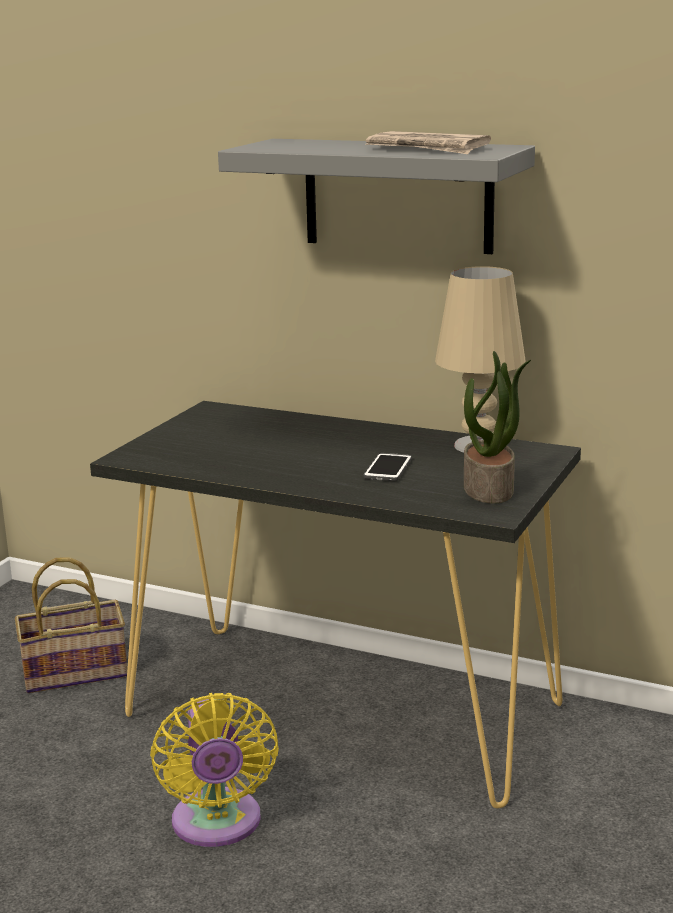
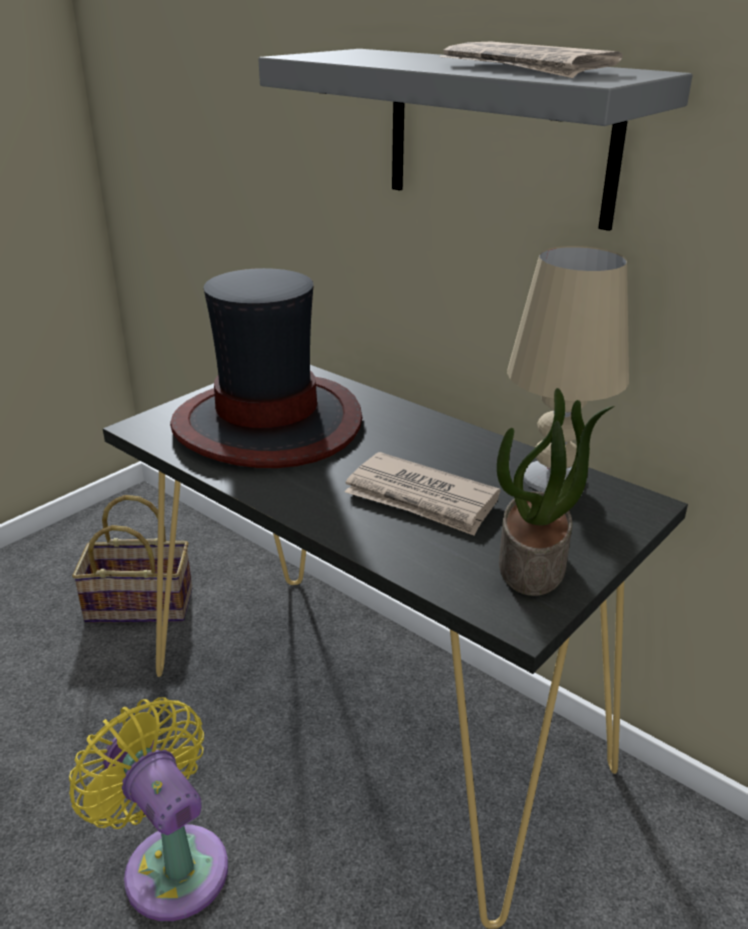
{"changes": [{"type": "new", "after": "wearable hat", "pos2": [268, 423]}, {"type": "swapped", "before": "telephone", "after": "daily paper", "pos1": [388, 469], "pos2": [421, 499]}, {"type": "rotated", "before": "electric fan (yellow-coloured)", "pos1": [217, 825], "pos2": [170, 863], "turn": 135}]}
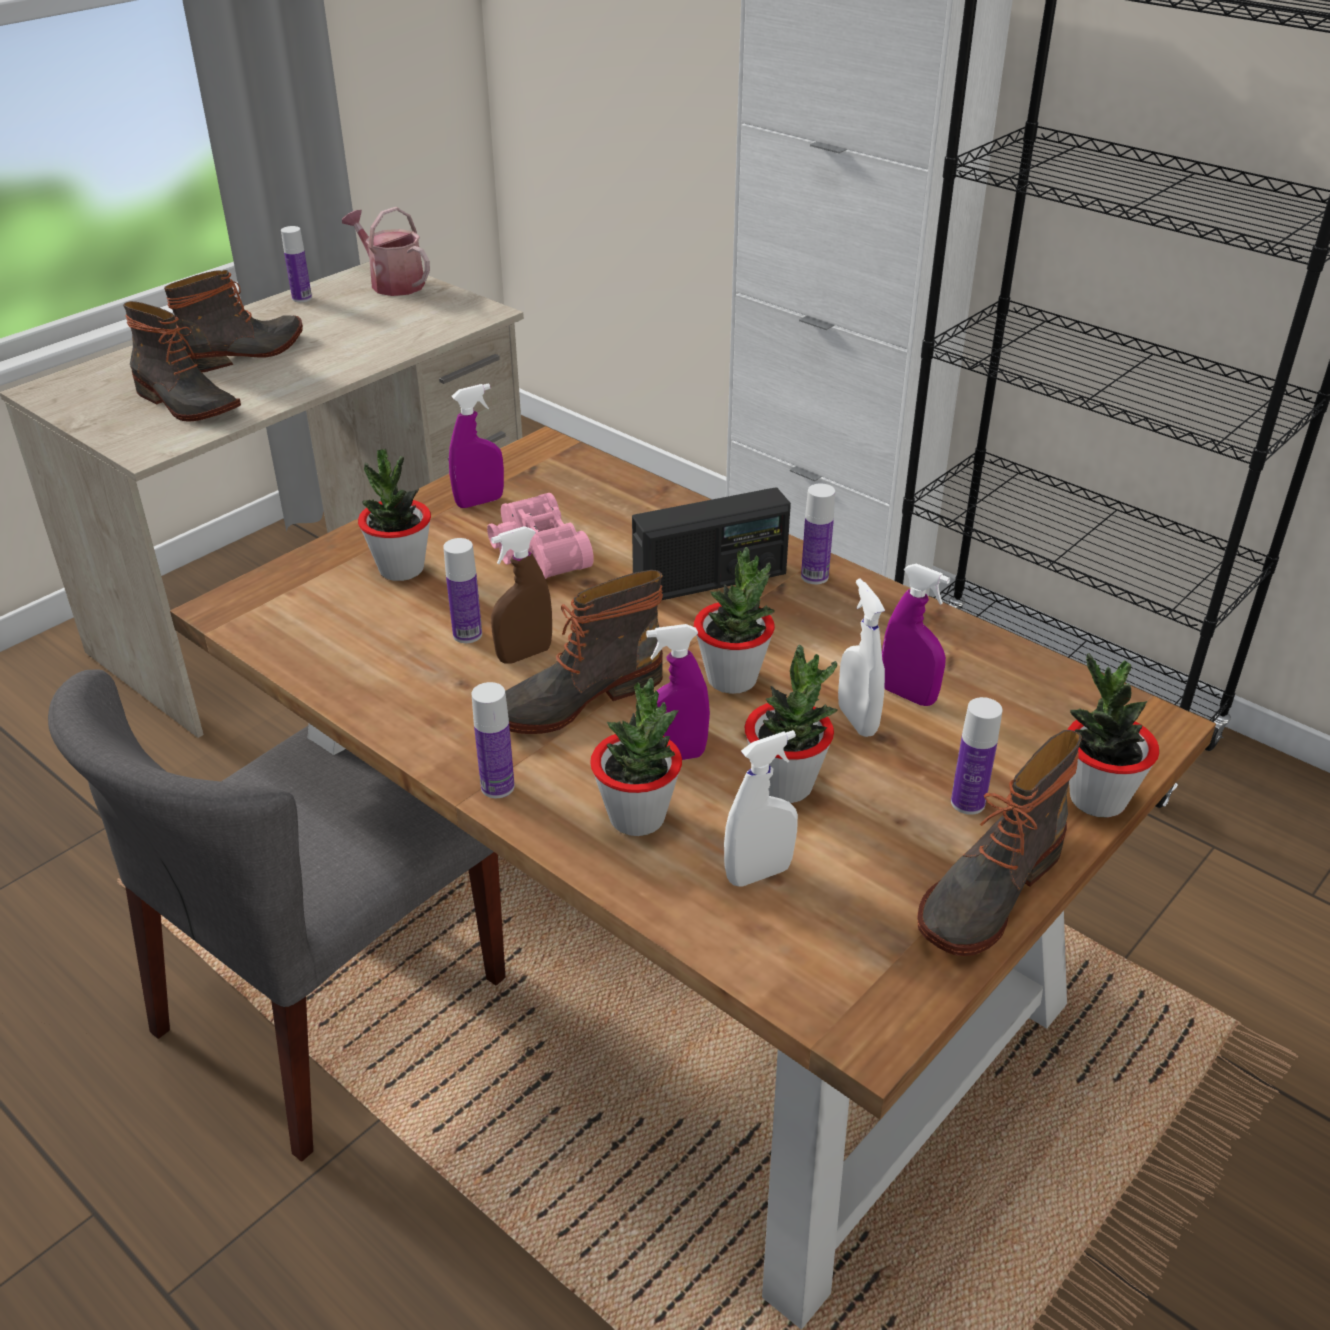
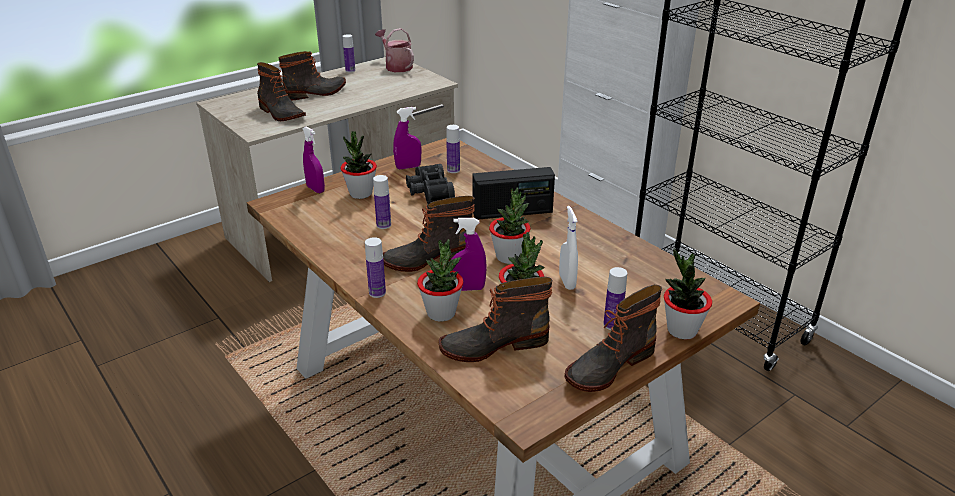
{"changes": [{"type": "gone", "before": "upright chair (grey)", "pos1": [330, 1008]}, {"type": "gone", "before": "spray bottle (brownish)", "pos1": [524, 654]}, {"type": "shifted", "before": "drink bottle", "pos1": [814, 576], "pos2": [453, 170]}, {"type": "shifted", "before": "spray bottle (purplish)", "pos1": [908, 695], "pos2": [315, 189]}, {"type": "swapped", "before": "spray bottle (whitish)", "after": "high-top boot", "pos1": [758, 873], "pos2": [493, 344]}, {"type": "repainted", "before": "field glasses (pink)", "after": "field glasses (black)", "pos1": [535, 553], "pos2": [428, 192]}]}
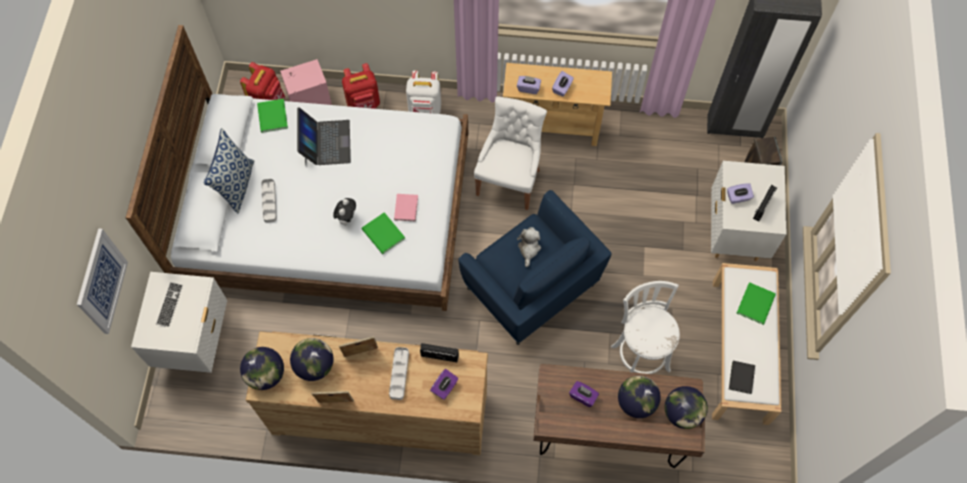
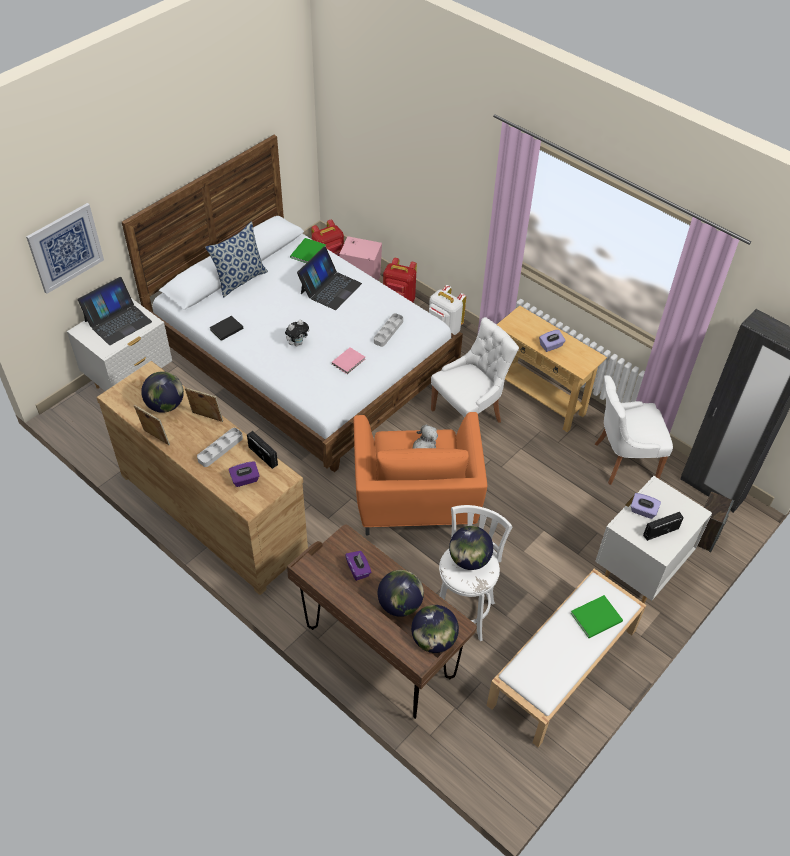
{"changes": [{"type": "gone", "before": "bound book (green)", "pos1": [383, 235]}, {"type": "gone", "before": "tissue box (purplish)", "pos1": [528, 88]}, {"type": "new", "after": "upright chair (whitish)", "pos2": [622, 461]}, {"type": "shifted", "before": "globe", "pos1": [266, 375], "pos2": [469, 559]}, {"type": "shifted", "before": "carrying tray (grey)", "pos1": [269, 201], "pos2": [388, 331]}, {"type": "shifted", "before": "bound book (black)", "pos1": [741, 378], "pos2": [225, 329]}, {"type": "swapped", "before": "keyboard", "after": "portable computer", "pos1": [170, 305], "pos2": [118, 321]}, {"type": "repainted", "before": "easy chair (bluish)", "after": "easy chair (orange-coloured)", "pos1": [531, 289], "pos2": [415, 502]}]}
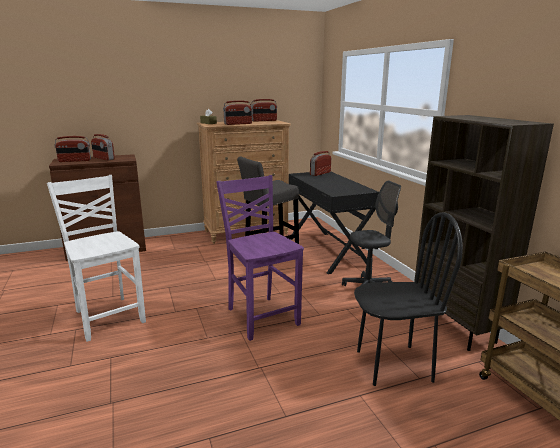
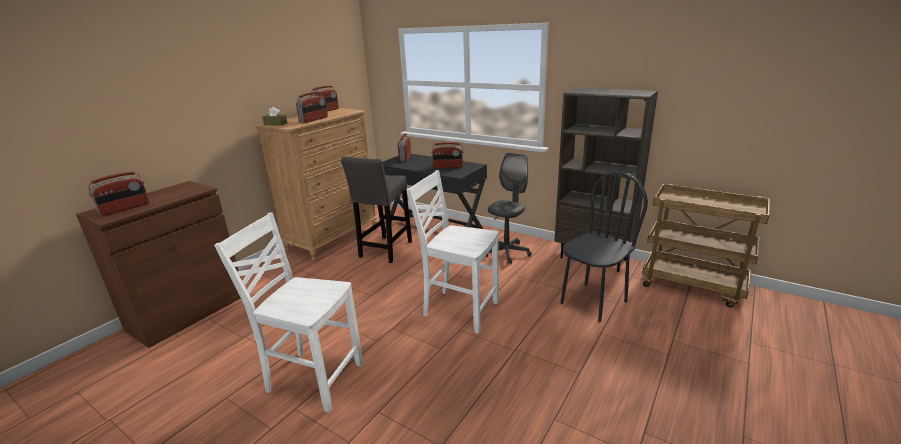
{"changes": [{"type": "shifted", "before": "radio", "pos1": [103, 158], "pos2": [448, 166]}, {"type": "repainted", "before": "upright chair (purplish)", "after": "upright chair (whitish)", "pos1": [261, 316], "pos2": [459, 309]}]}
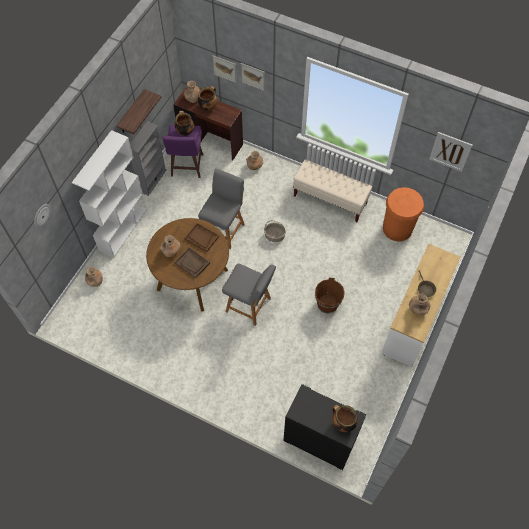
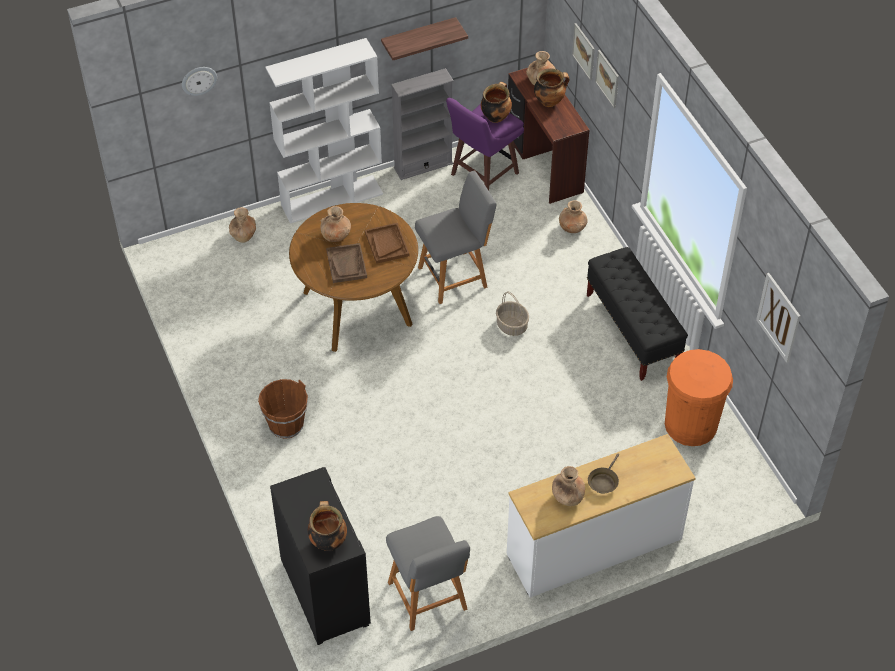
{"changes": [{"type": "shifted", "before": "upright chair (grey)", "pos1": [249, 305], "pos2": [428, 598]}, {"type": "shifted", "before": "bucket (brownish)", "pos1": [327, 304], "pos2": [286, 424]}, {"type": "repainted", "before": "long seat (beige)", "after": "long seat (black)", "pos1": [330, 200], "pos2": [632, 330]}]}
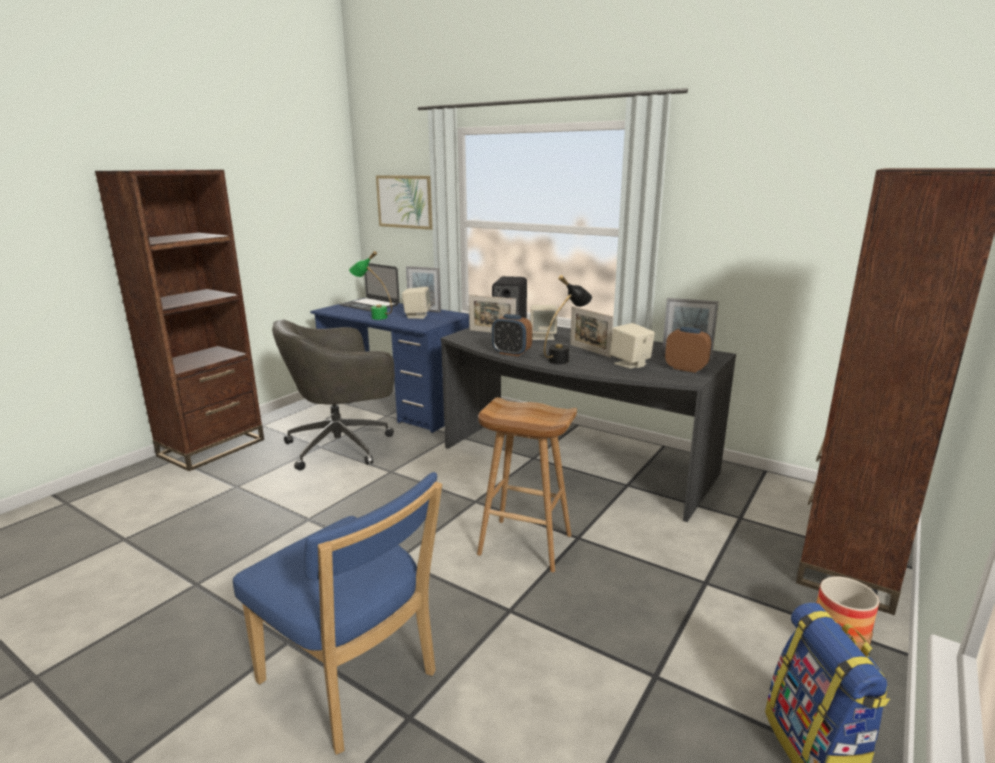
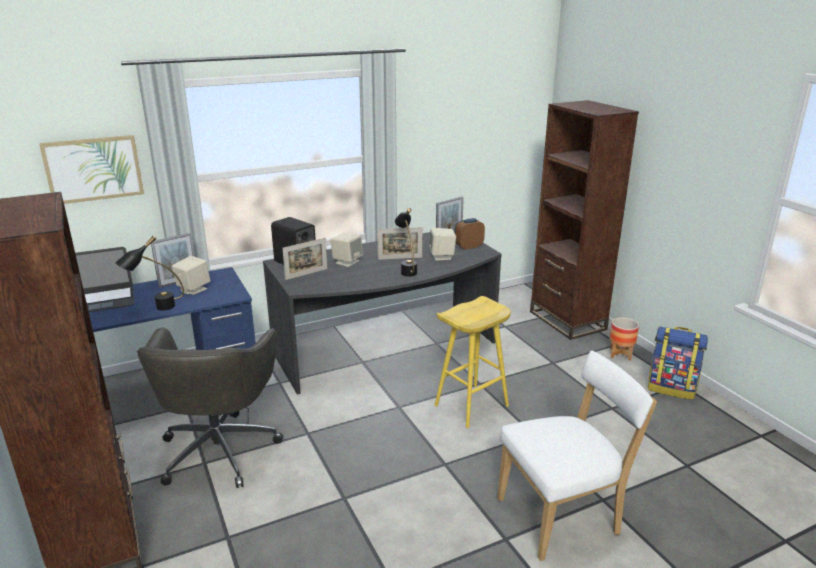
{"changes": [{"type": "gone", "before": "alarm clock", "pos1": [511, 353]}, {"type": "repainted", "before": "upright chair (bluish)", "after": "upright chair (whitish)", "pos1": [353, 682], "pos2": [563, 515]}, {"type": "repainted", "before": "tabletop lamp (green)", "after": "tabletop lamp (black)", "pos1": [373, 316], "pos2": [156, 308]}, {"type": "repainted", "before": "stool seat (brownish)", "after": "stool seat (yellow-coloured)", "pos1": [523, 545], "pos2": [471, 406]}]}
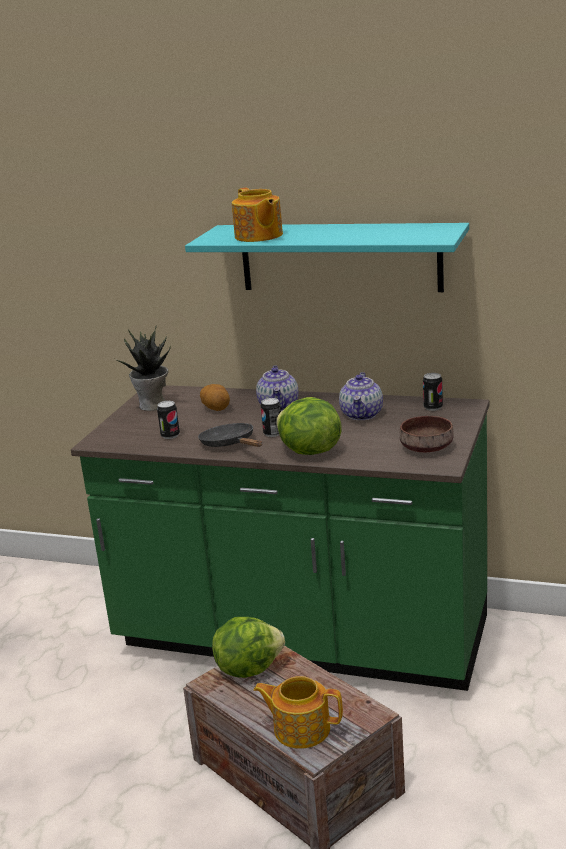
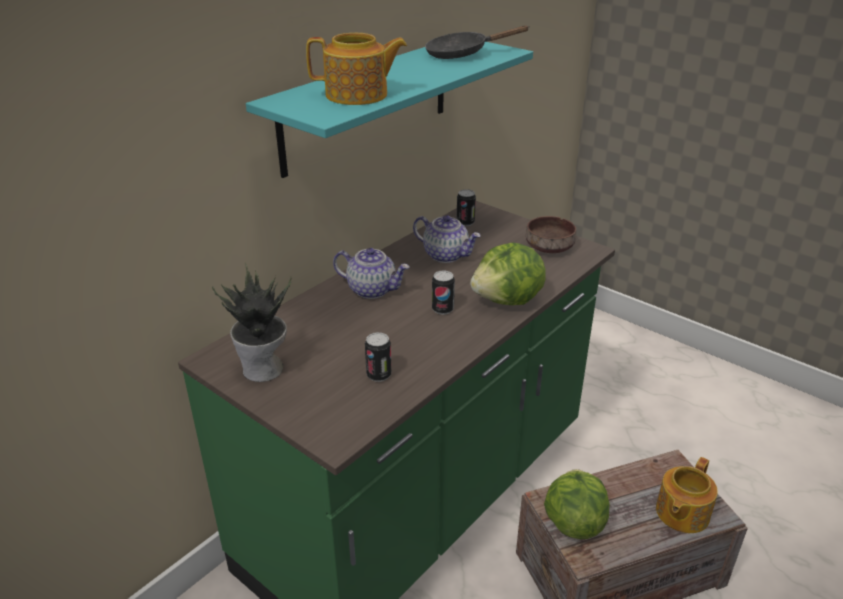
{"changes": [{"type": "gone", "before": "whole potato", "pos1": [216, 409]}, {"type": "shifted", "before": "frying pan (black)", "pos1": [230, 444], "pos2": [462, 54]}]}
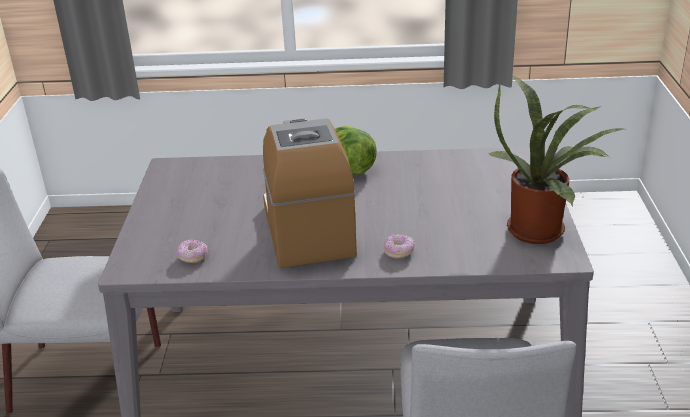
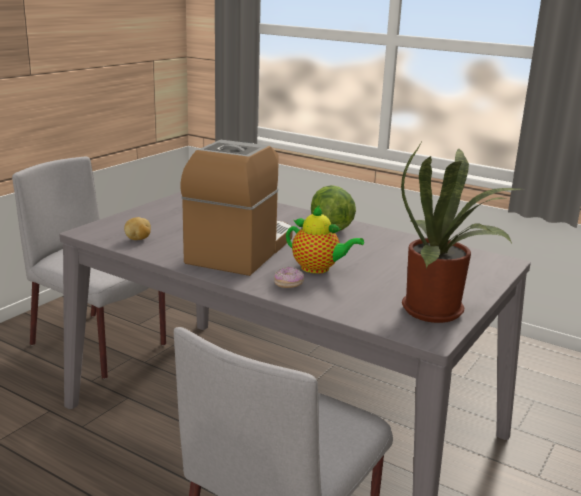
{"changes": [{"type": "new", "after": "teapot", "pos2": [318, 269]}, {"type": "swapped", "before": "doughnut", "after": "whole potato", "pos1": [193, 257], "pos2": [138, 239]}]}
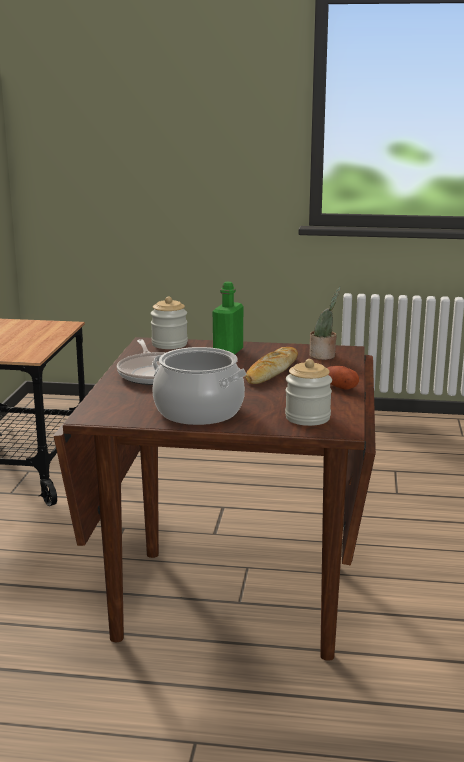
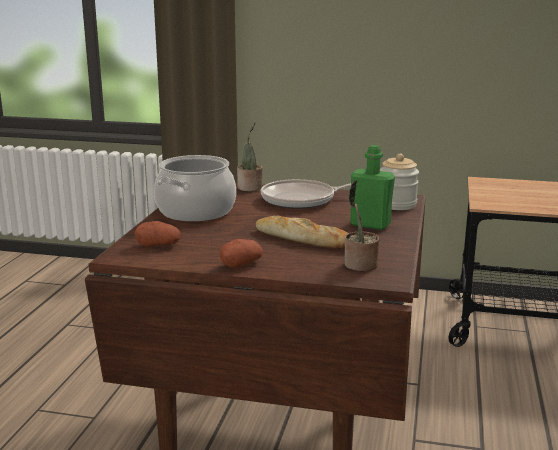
{"changes": [{"type": "new", "after": "potted plant", "pos2": [250, 188]}, {"type": "swapped", "before": "jar", "after": "whole potato", "pos1": [307, 418], "pos2": [158, 245]}]}
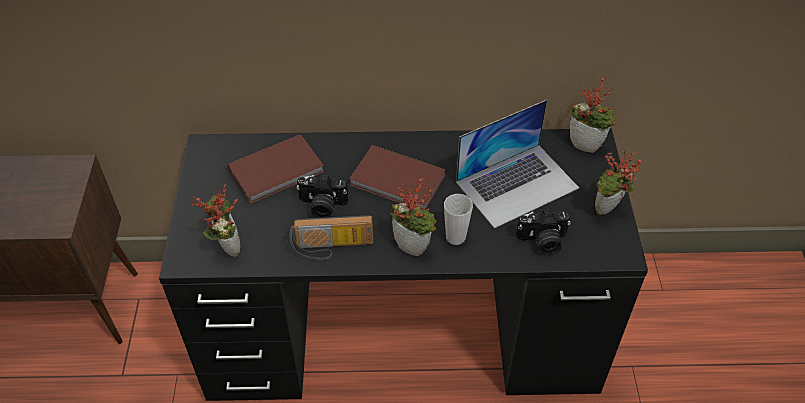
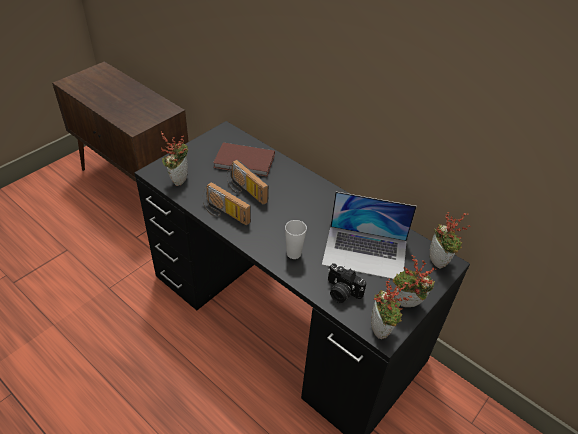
{"changes": [{"type": "gone", "before": "bound book (brownish)", "pos1": [398, 182]}, {"type": "shifted", "before": "potted plant", "pos1": [414, 246], "pos2": [382, 330]}, {"type": "swapped", "before": "still camera", "after": "radio", "pos1": [322, 206], "pos2": [244, 191]}]}
